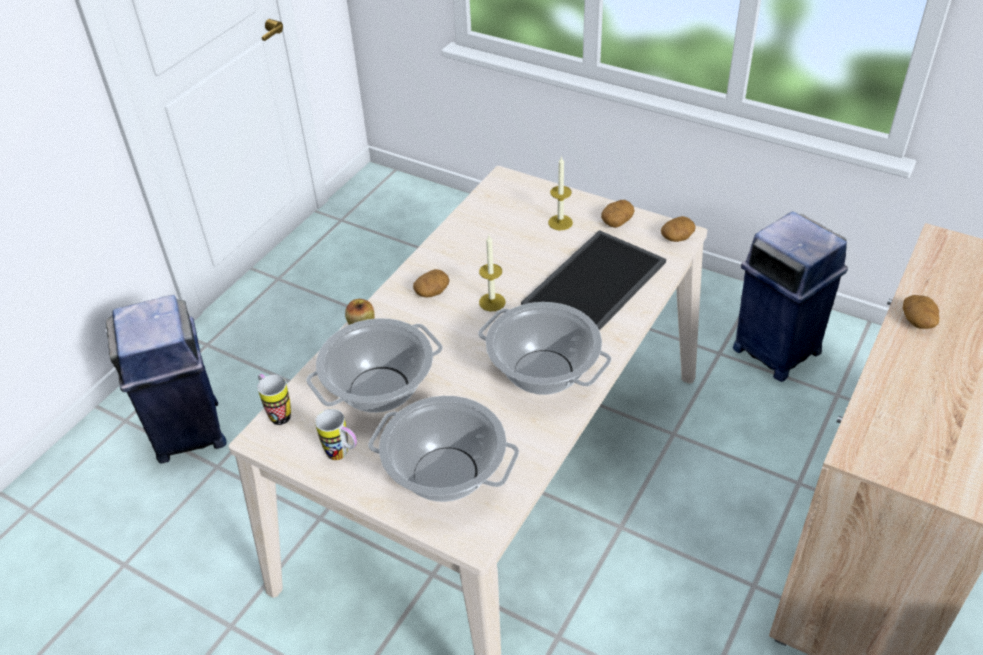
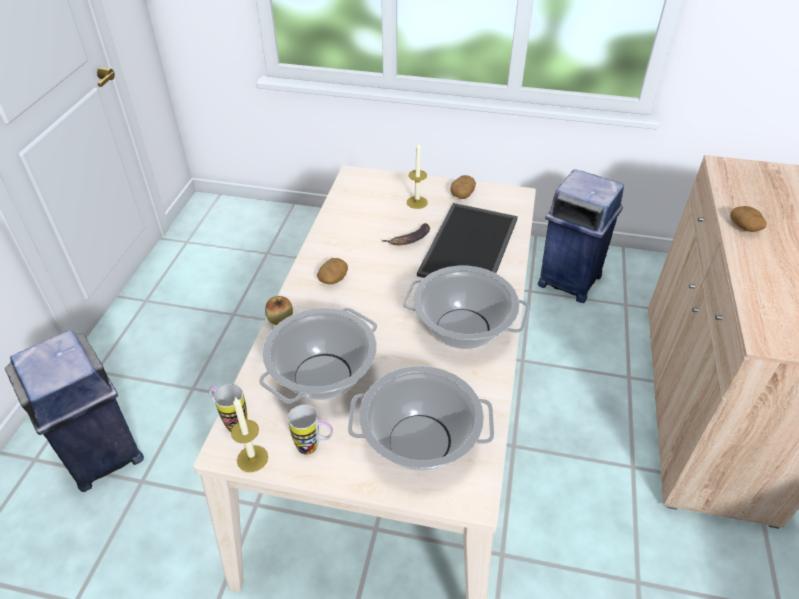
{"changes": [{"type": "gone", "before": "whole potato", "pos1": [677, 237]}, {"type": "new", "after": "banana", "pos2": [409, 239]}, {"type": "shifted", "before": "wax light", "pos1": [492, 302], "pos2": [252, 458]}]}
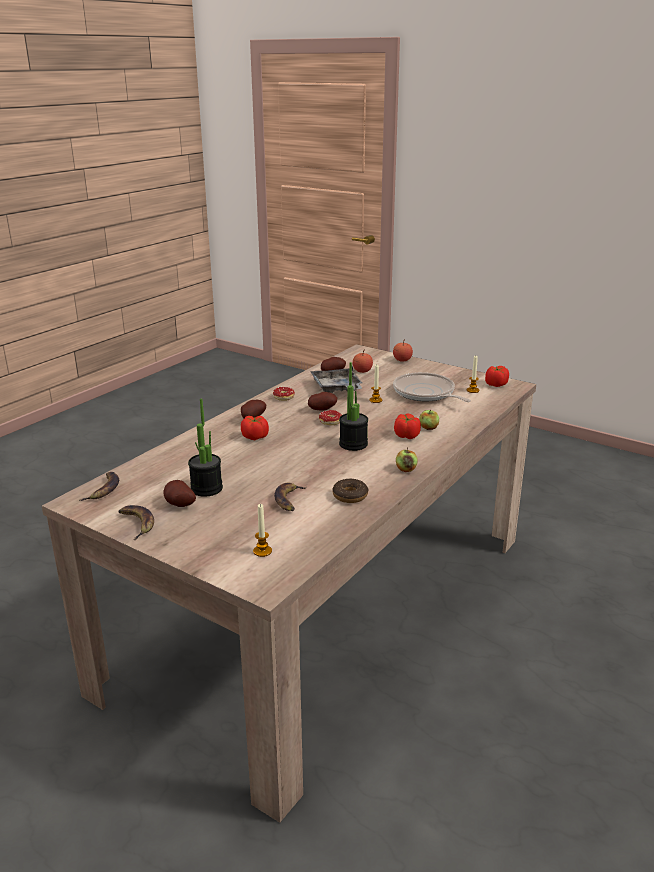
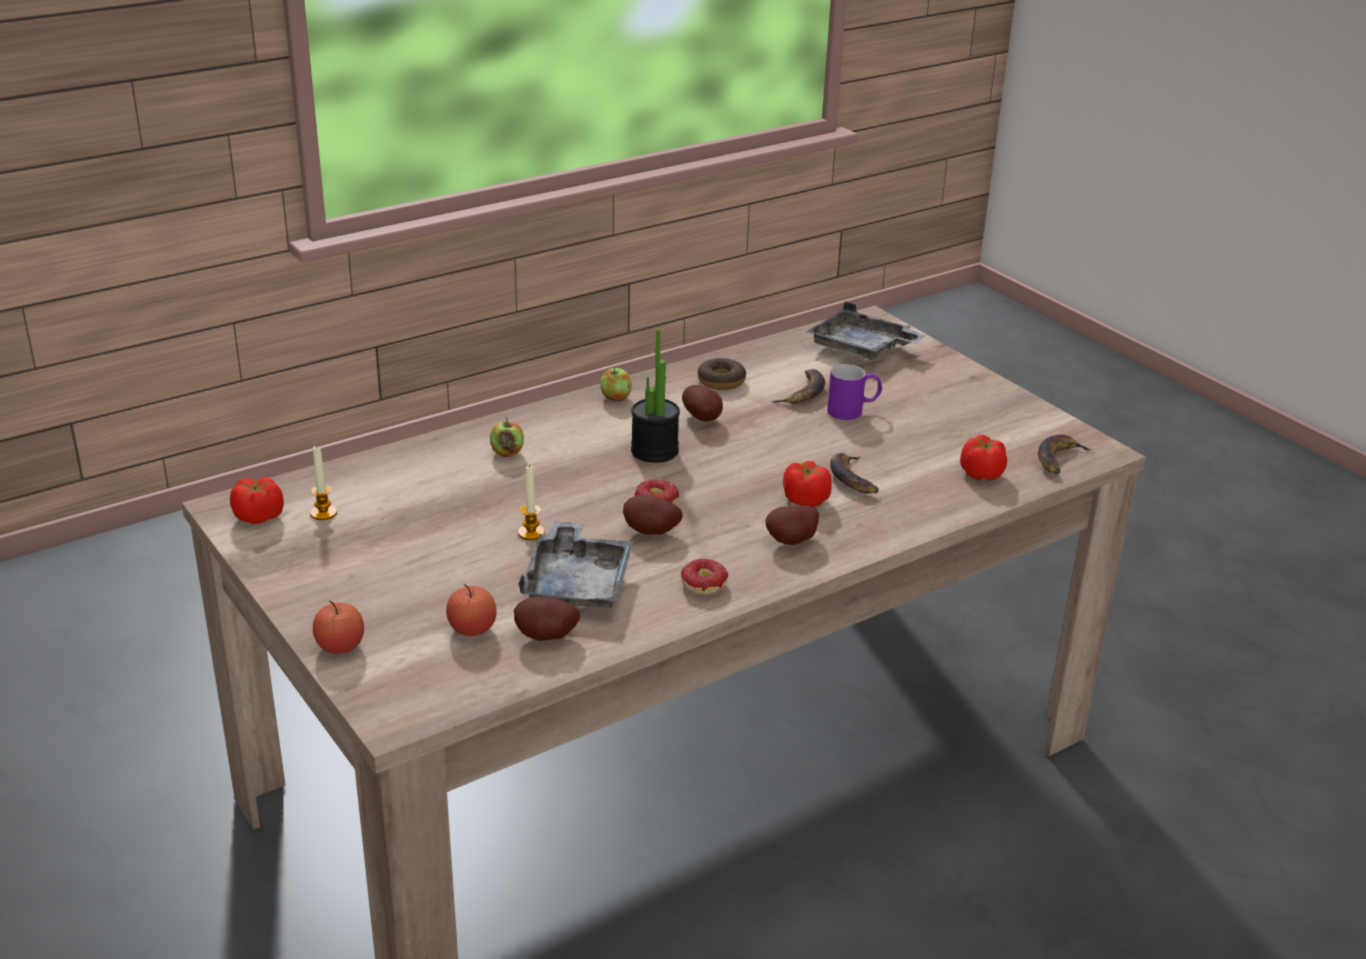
{"changes": [{"type": "gone", "before": "potted plant", "pos1": [206, 488]}, {"type": "gone", "before": "frying pan", "pos1": [426, 393]}, {"type": "new", "after": "tea mug (purplish)", "pos2": [853, 411]}, {"type": "shifted", "before": "banana", "pos1": [137, 523], "pos2": [853, 478]}, {"type": "shifted", "before": "whole potato", "pos1": [179, 505], "pos2": [703, 418]}, {"type": "shifted", "before": "tomato", "pos1": [407, 436], "pos2": [981, 474]}, {"type": "swapped", "before": "wax light", "after": "carrying tray (grey)", "pos1": [262, 551], "pos2": [862, 348]}]}
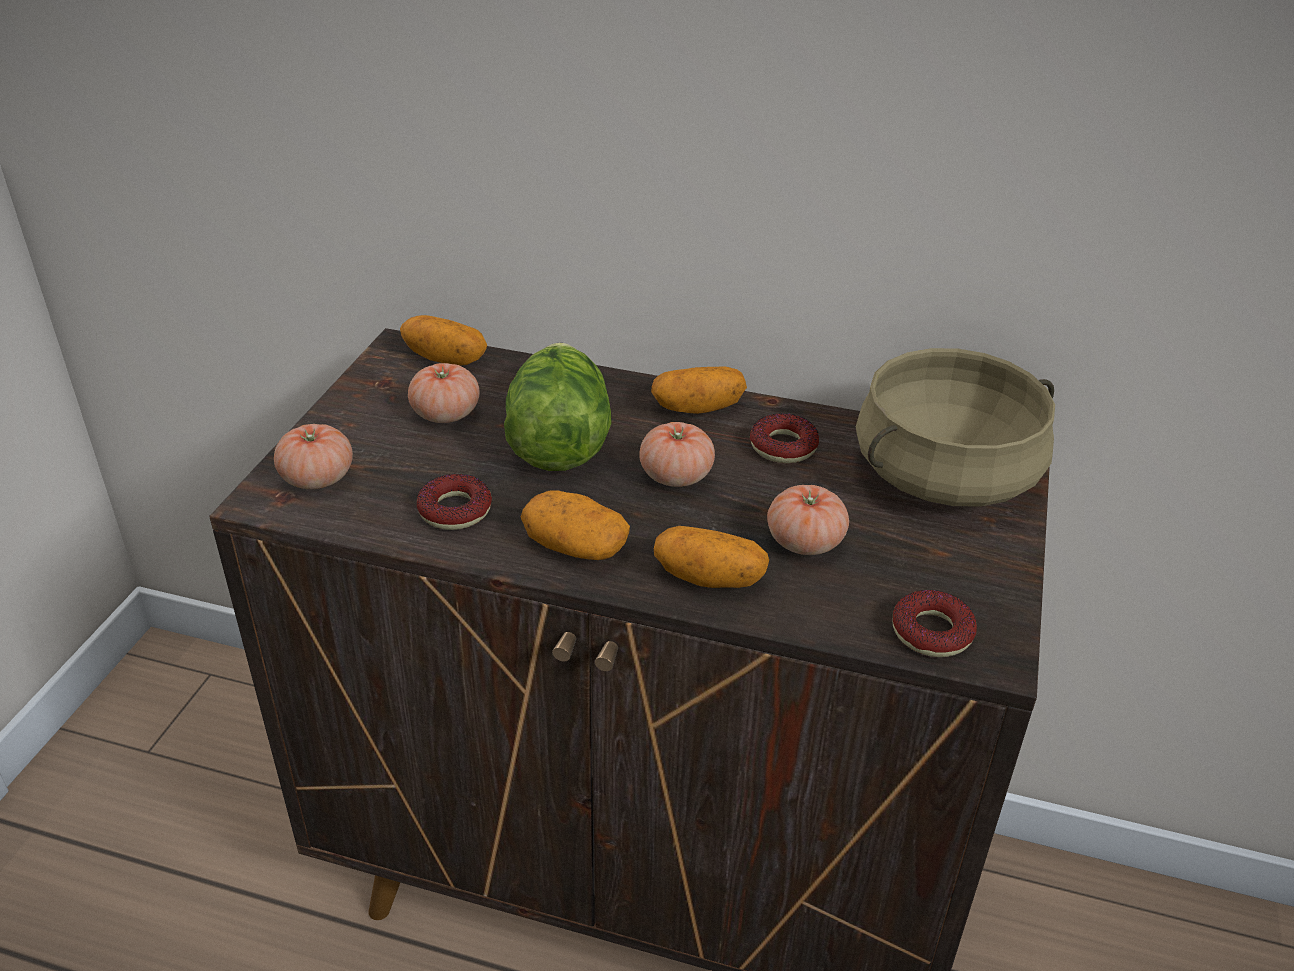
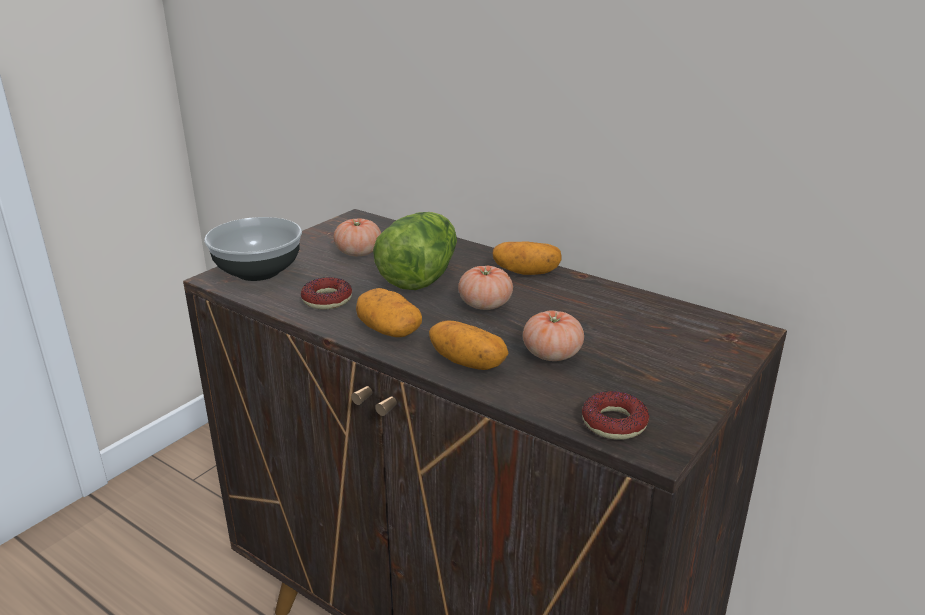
{"changes": [{"type": "gone", "before": "whole potato", "pos1": [446, 359]}, {"type": "gone", "before": "doughnut", "pos1": [783, 446]}, {"type": "gone", "before": "stockpot (beige)", "pos1": [945, 477]}, {"type": "swapped", "before": "tomato", "after": "bowl", "pos1": [317, 478], "pos2": [257, 272]}]}
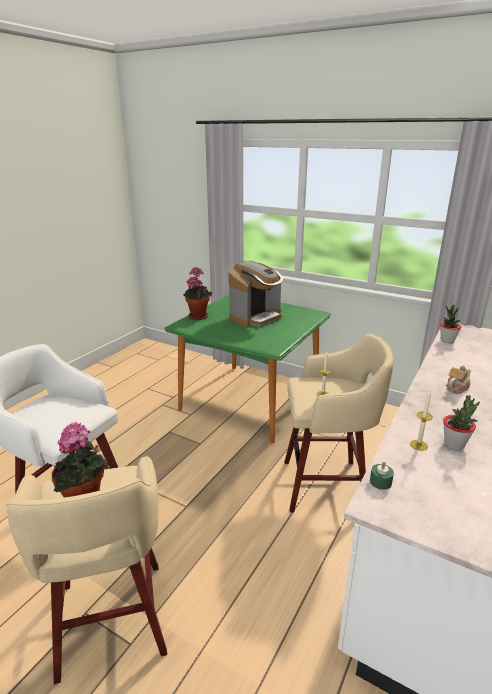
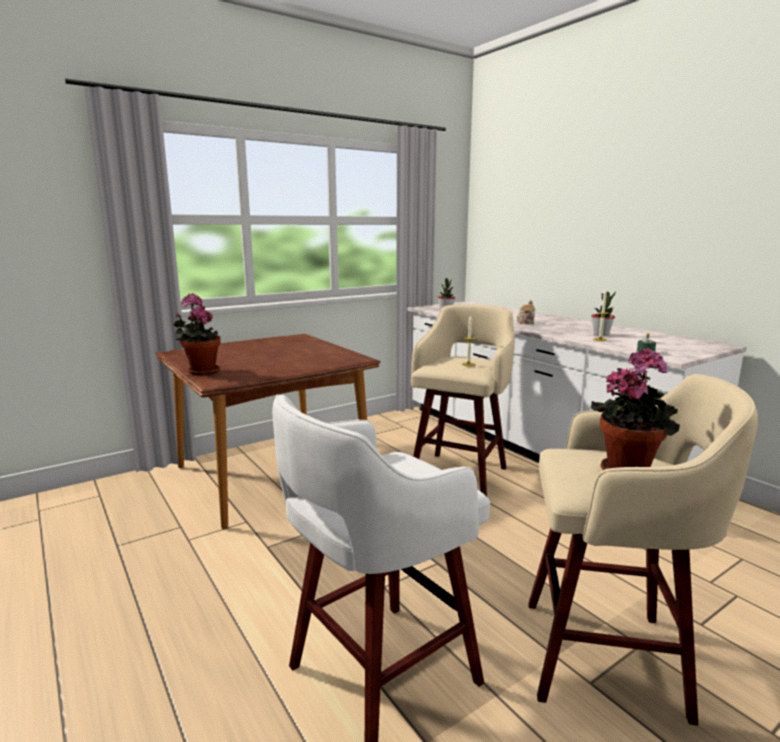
{"changes": [{"type": "gone", "before": "coffee machine", "pos1": [256, 317]}, {"type": "repainted", "before": "dinner table (green)", "after": "dinner table (brownish)", "pos1": [250, 400], "pos2": [271, 475]}]}
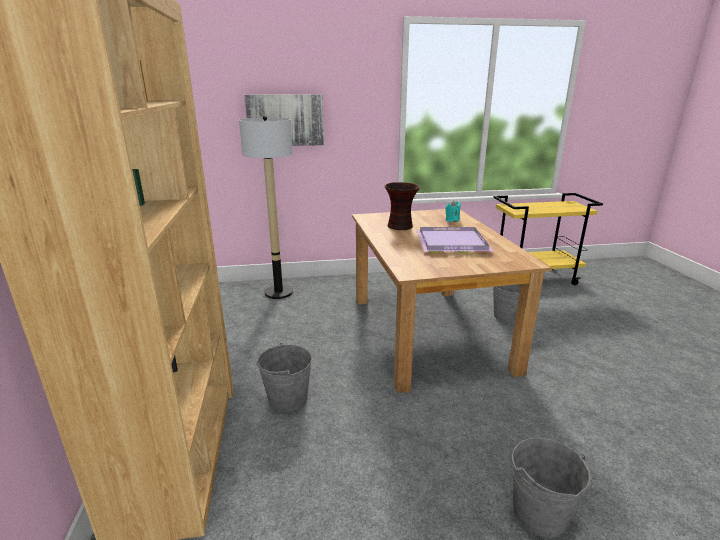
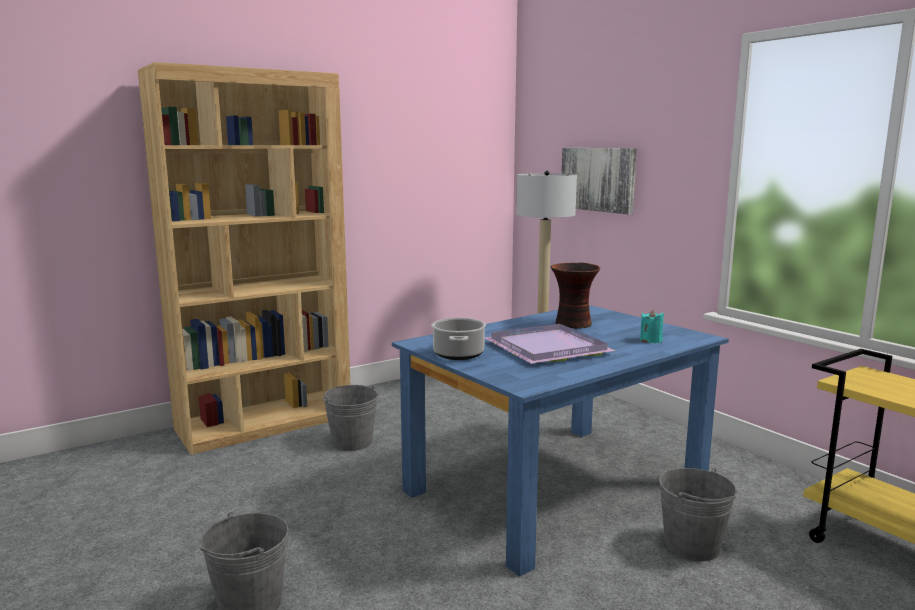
{"changes": [{"type": "new", "after": "stockpot", "pos2": [459, 354]}, {"type": "repainted", "before": "dinner table (brownish)", "after": "dinner table (bluish)", "pos1": [430, 332], "pos2": [556, 488]}]}
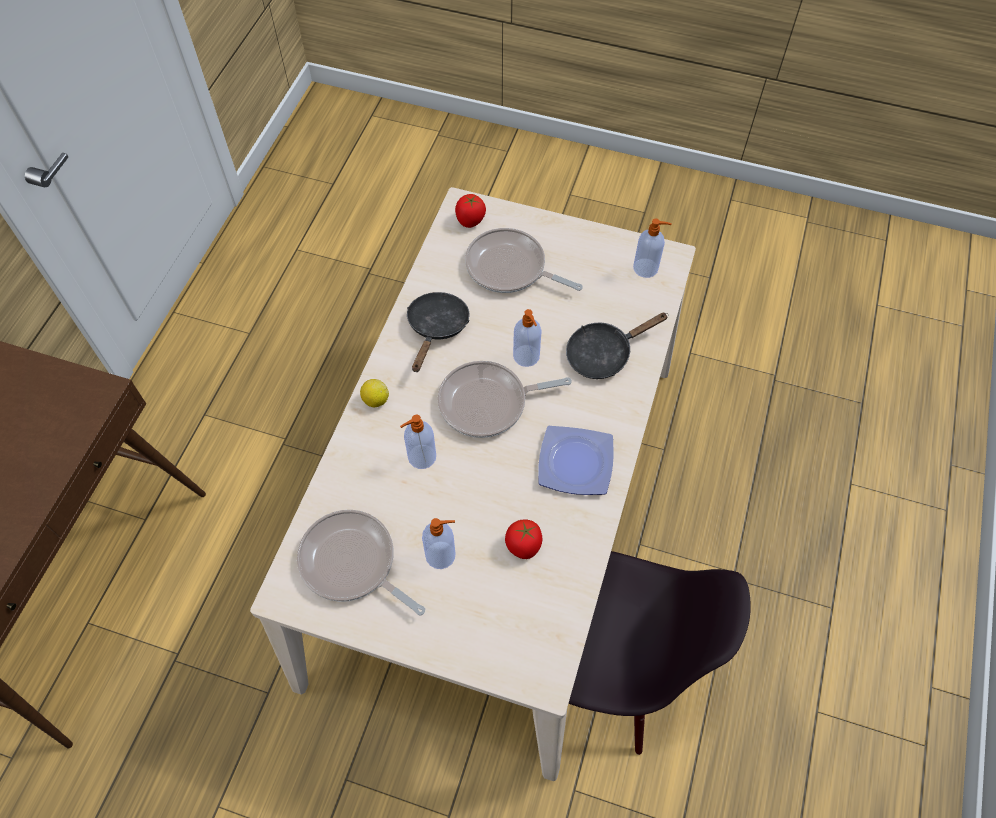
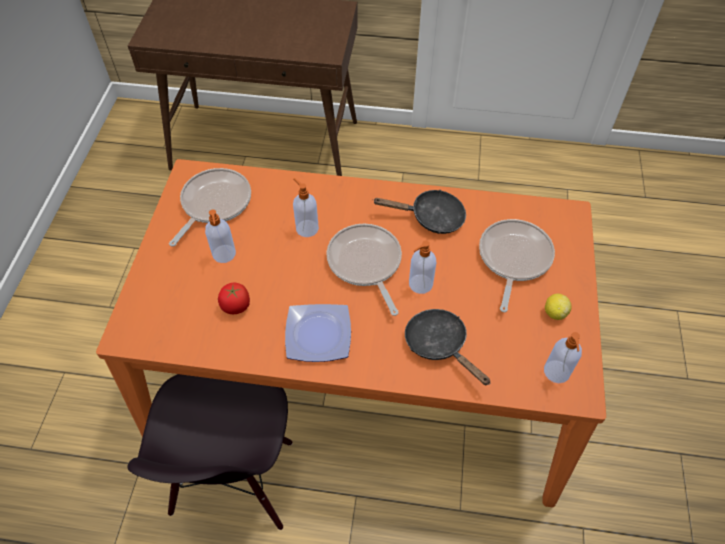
{"changes": [{"type": "gone", "before": "tomato", "pos1": [470, 221]}, {"type": "shifted", "before": "citrus fruit", "pos1": [375, 400], "pos2": [554, 313]}, {"type": "repainted", "before": "dinner table (beige)", "after": "dinner table (orange-coloured)", "pos1": [498, 515], "pos2": [362, 374]}]}
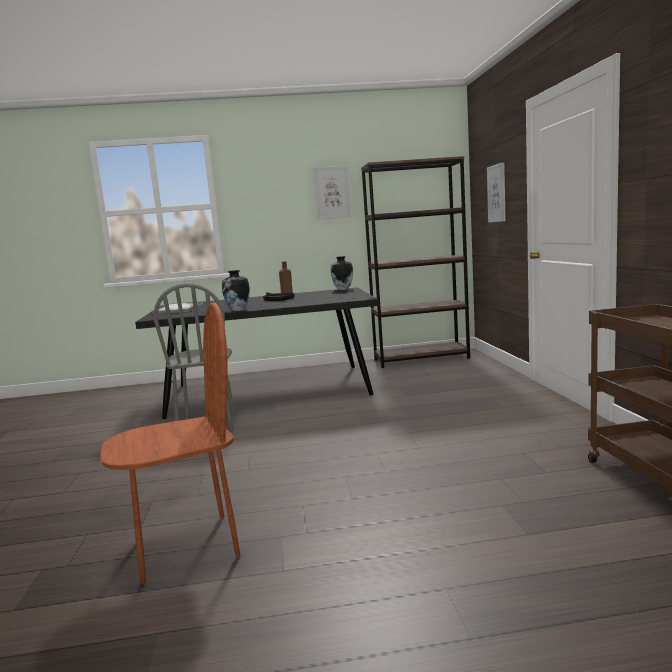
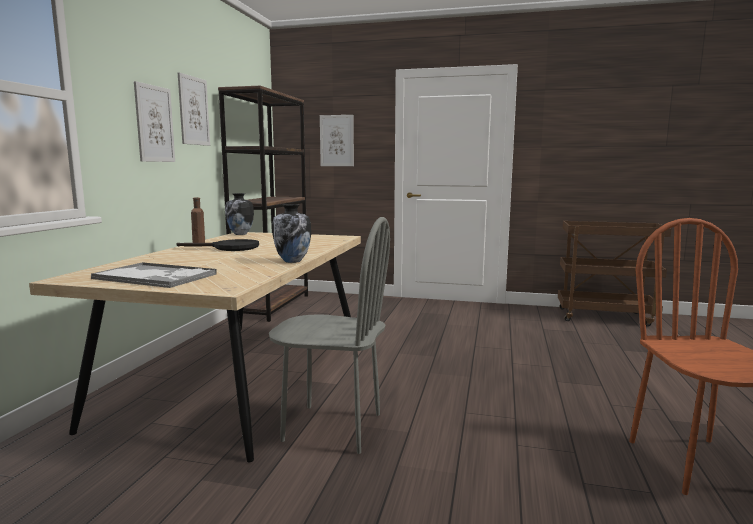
{"changes": [{"type": "new", "after": "wall art", "pos2": [154, 124]}, {"type": "repainted", "before": "dinner table (black)", "after": "dinner table (beige)", "pos1": [268, 390], "pos2": [243, 377]}]}
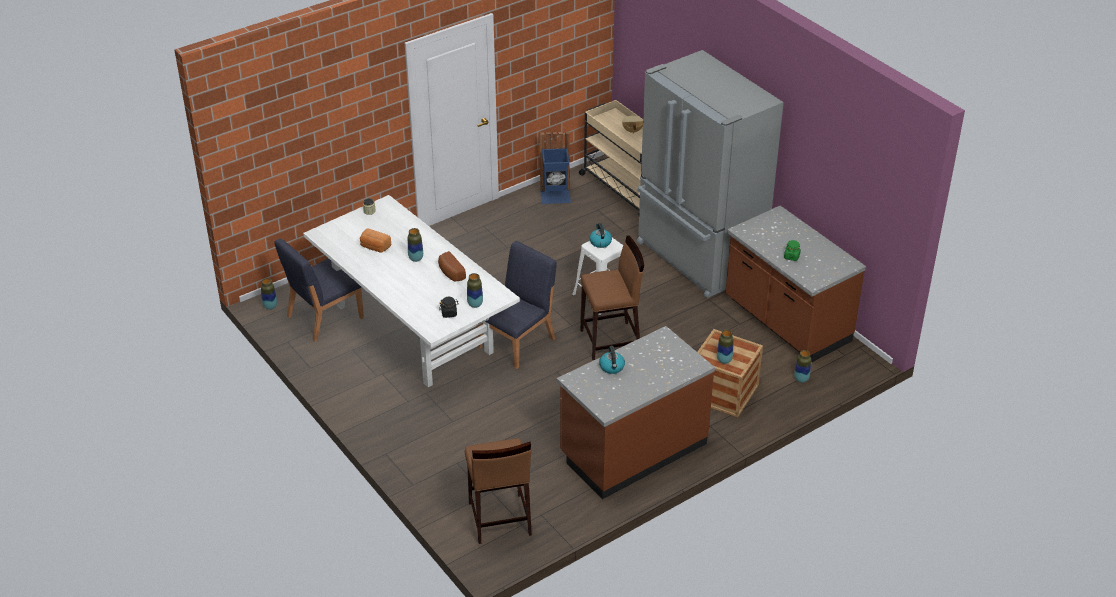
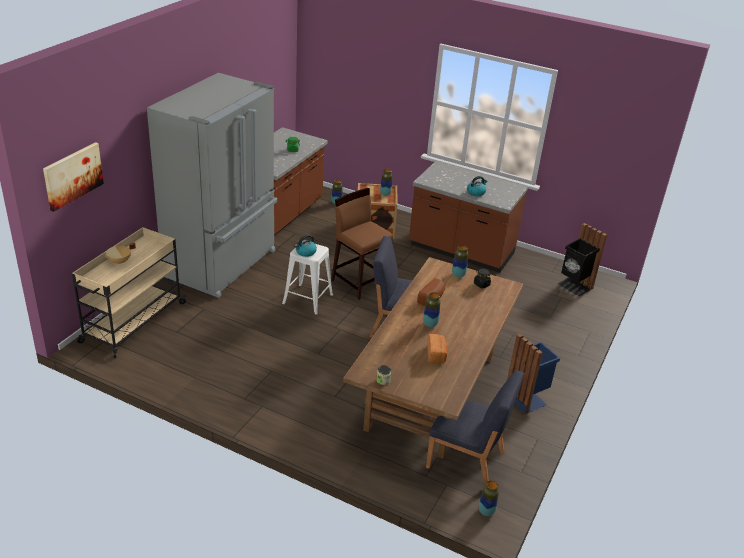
{"changes": [{"type": "new", "after": "wall art", "pos2": [73, 175]}, {"type": "shifted", "before": "trash can (bluish)", "pos1": [555, 197], "pos2": [526, 398]}, {"type": "swapped", "before": "stool seat (brownish)", "after": "trash can (black)", "pos1": [499, 519], "pos2": [574, 286]}, {"type": "repainted", "before": "dinner table (whitish)", "after": "dinner table (brownish)", "pos1": [414, 329], "pos2": [432, 391]}]}
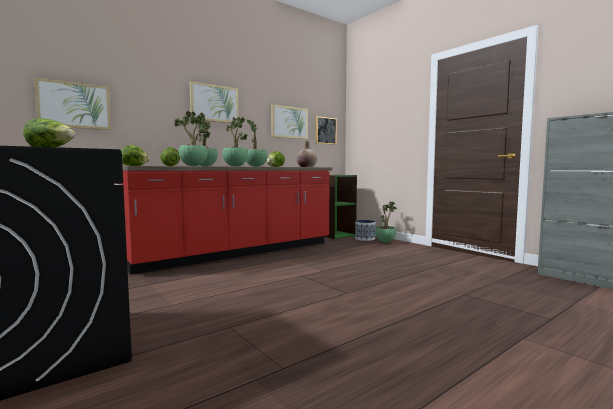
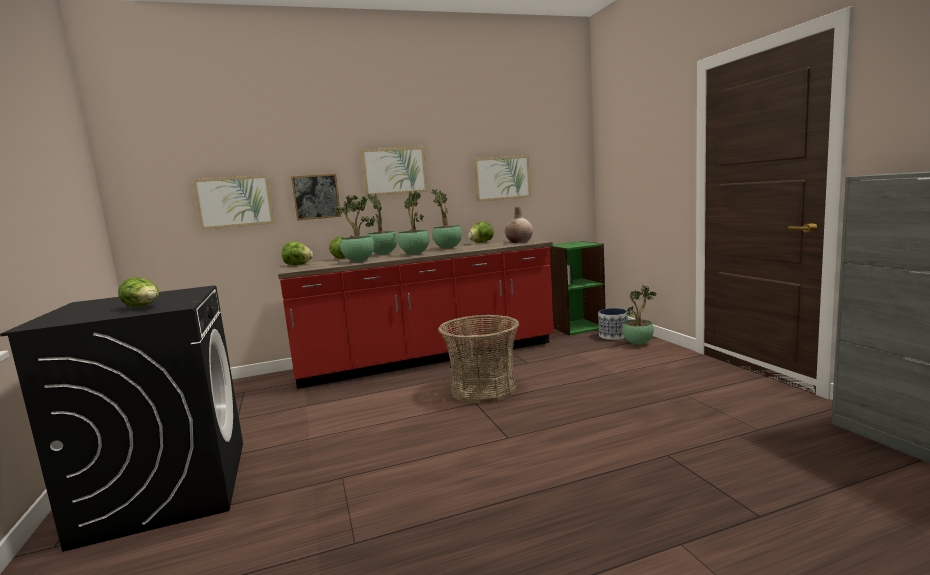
{"changes": [{"type": "new", "after": "basket", "pos2": [483, 390]}, {"type": "shifted", "before": "wall art", "pos1": [325, 130], "pos2": [316, 197]}]}
